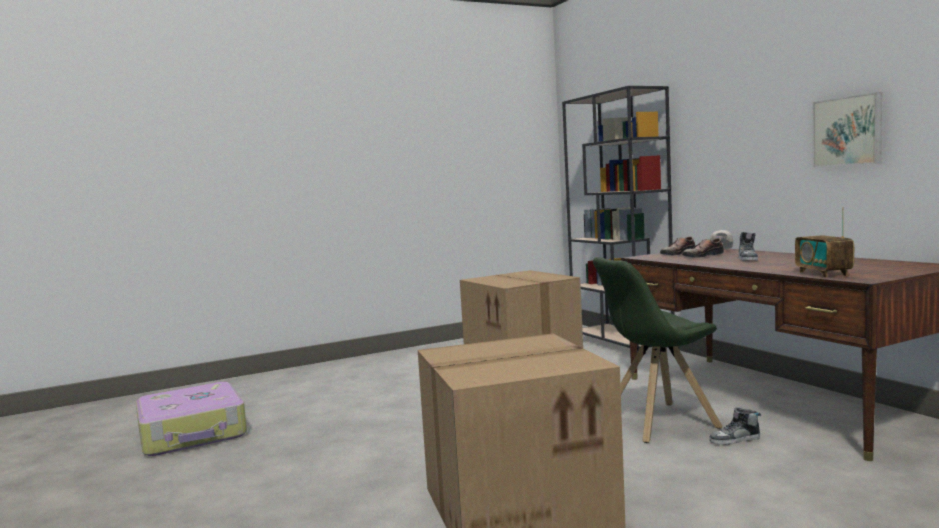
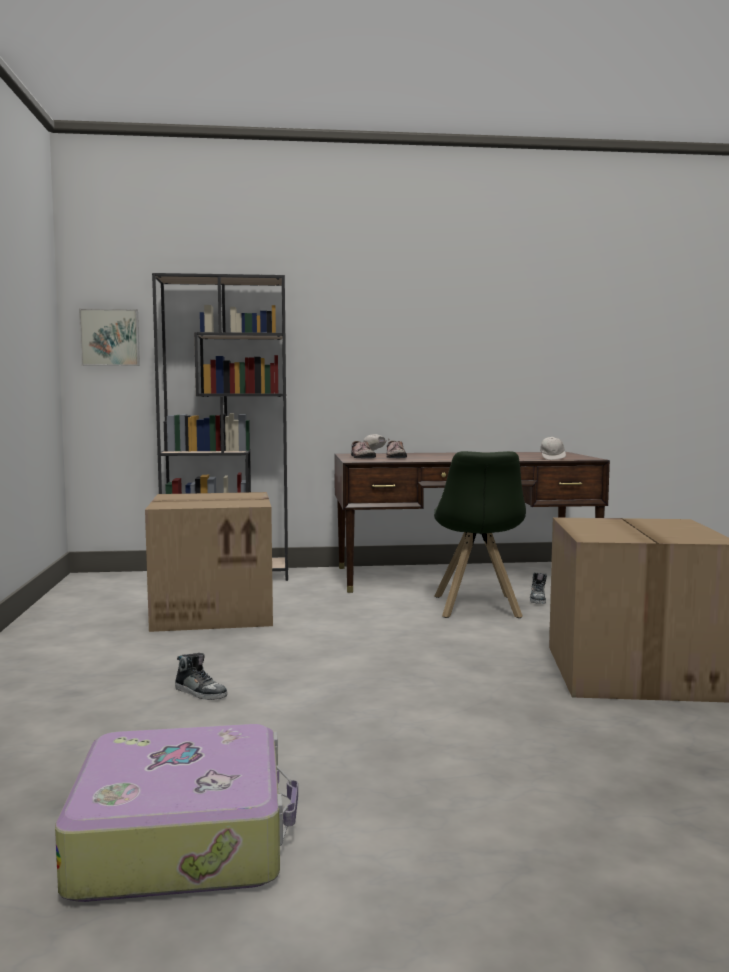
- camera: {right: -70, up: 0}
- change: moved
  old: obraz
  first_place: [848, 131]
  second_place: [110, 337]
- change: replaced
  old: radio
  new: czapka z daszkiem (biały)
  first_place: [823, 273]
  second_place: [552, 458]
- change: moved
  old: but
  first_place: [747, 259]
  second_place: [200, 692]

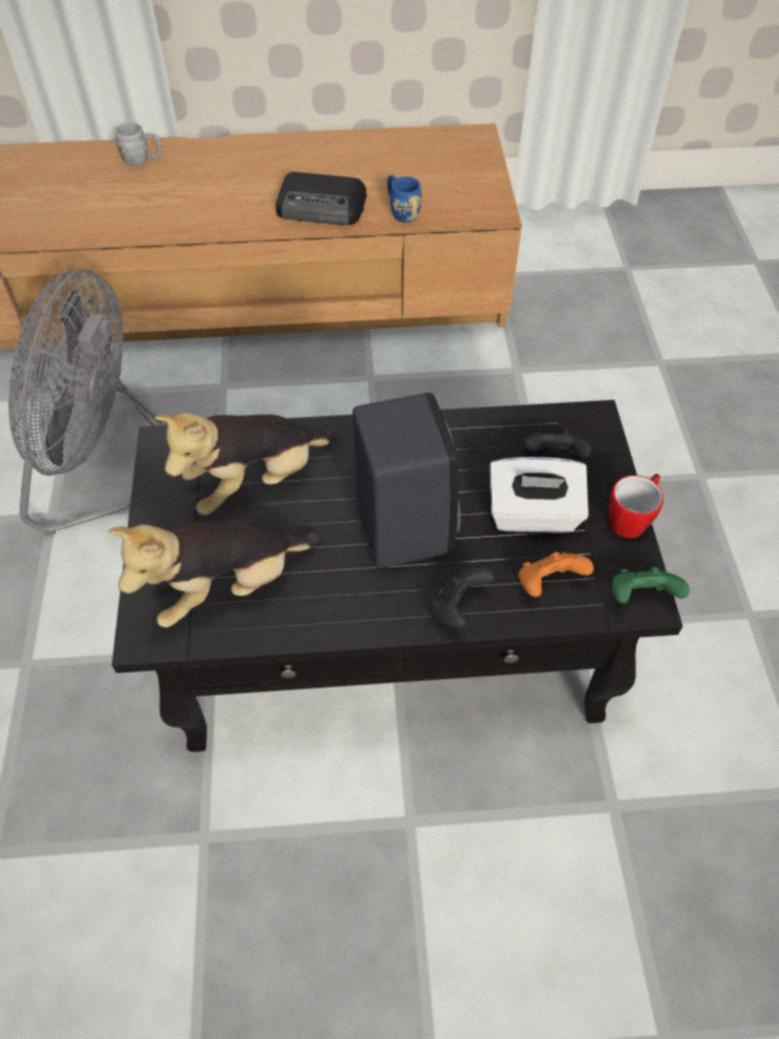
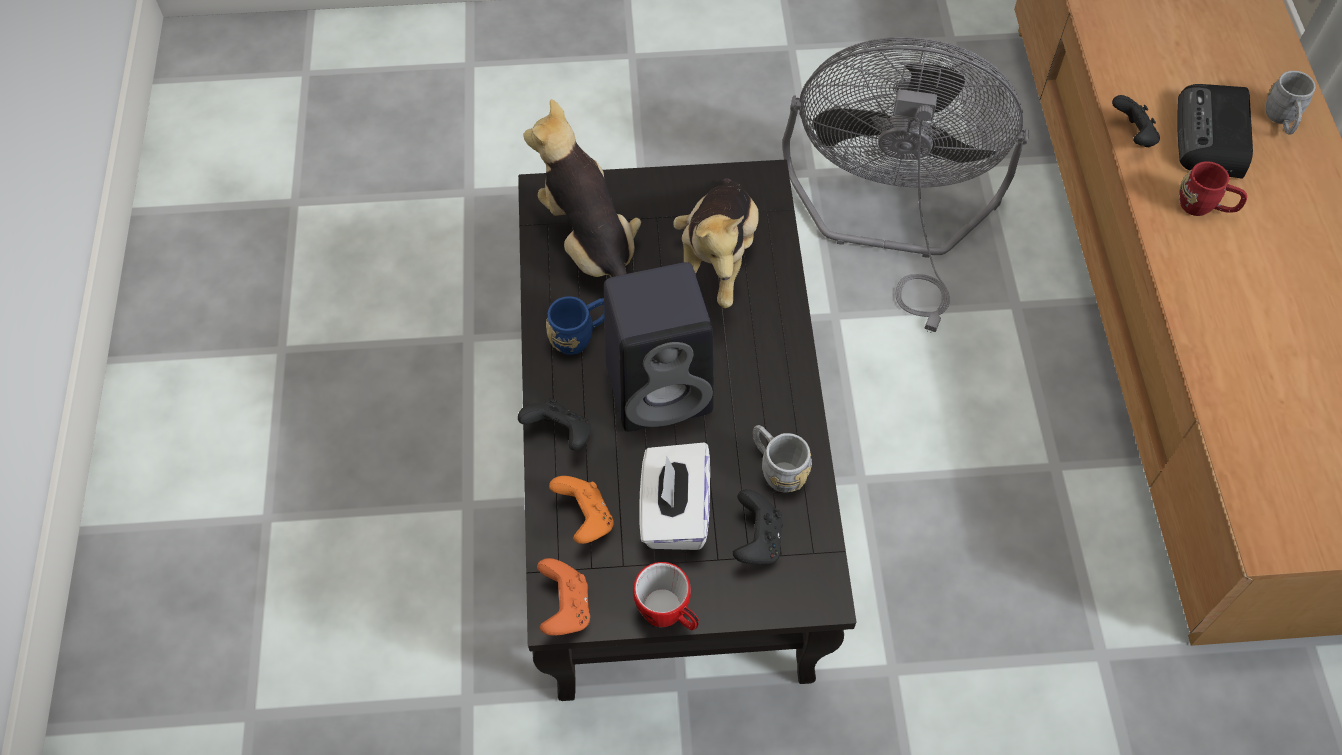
- camera: {right: 90, up: 5}
- change: moved
  old: radio
  first_place: [322, 207]
  second_place: [1212, 137]
- change: moved
  old: kubek (niebieski)
  first_place: [401, 211]
  second_place: [580, 335]
- change: turned
  old: pluszak
  first_place: [255, 482]
  second_place: [716, 260]
  degrees: -135
- change: recoloured
  old: pad do gier (zielony)
  new: pad do gier (pomarańczowy)
  first_place: [640, 597]
  second_place: [565, 608]
- change: added
  new: pad do gier (czarny)
  second_place: [1132, 135]
- change: added
  new: kubek (czerwony)
  second_place: [1204, 207]
- change: added
  new: kubek (szary)
  second_place: [776, 468]

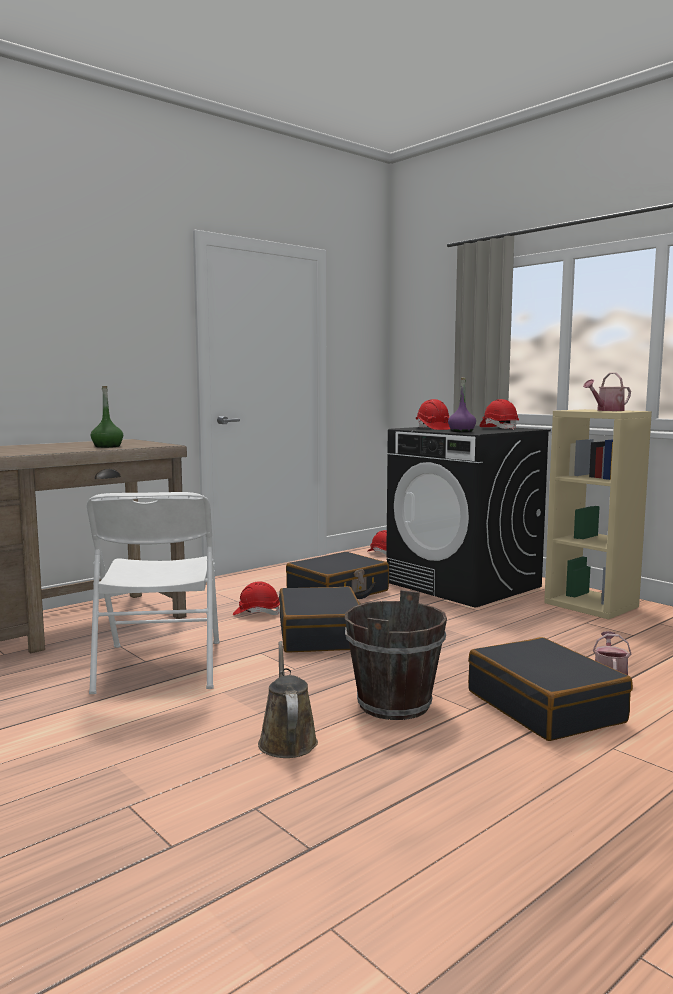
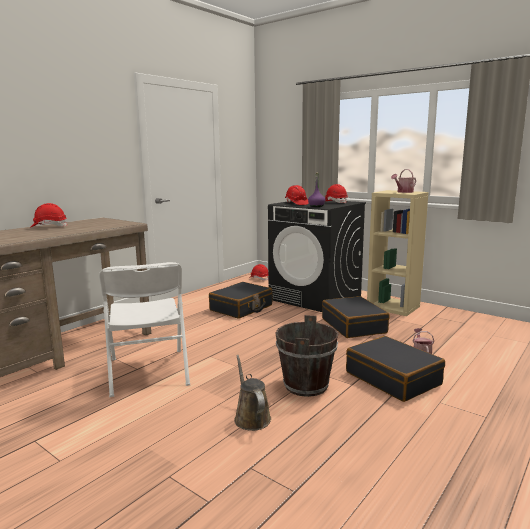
- camera: {right: -10, up: 5}
- change: removed
  old: butelka (zielony)
  first_place: [107, 446]
- change: moved
  old: kask (czerwony)
  first_place: [257, 613]
  second_place: [49, 227]
- change: moved
  old: walizka (czarny)
  first_place: [320, 635]
  second_place: [354, 326]

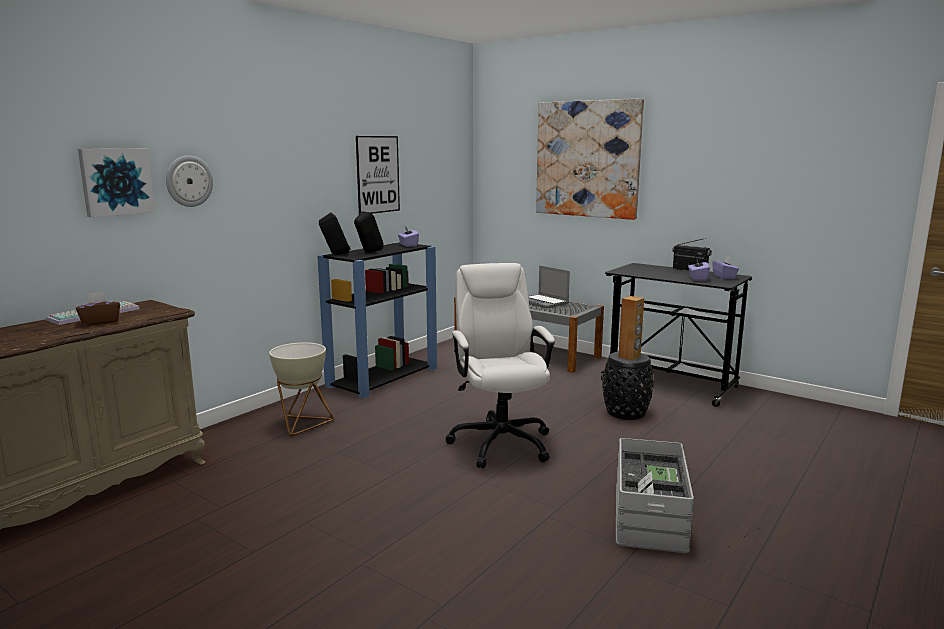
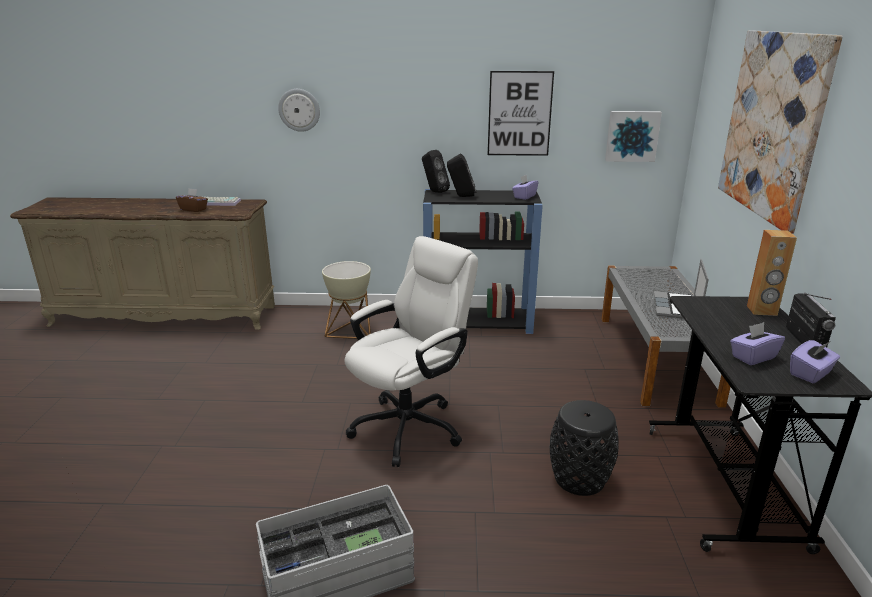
- camera: {right: 55, up: 10}
- change: moved
  old: obraz
  first_place: [116, 181]
  second_place: [632, 136]
- change: moved
  old: głośnik (brązowy)
  first_place: [629, 357]
  second_place: [762, 310]

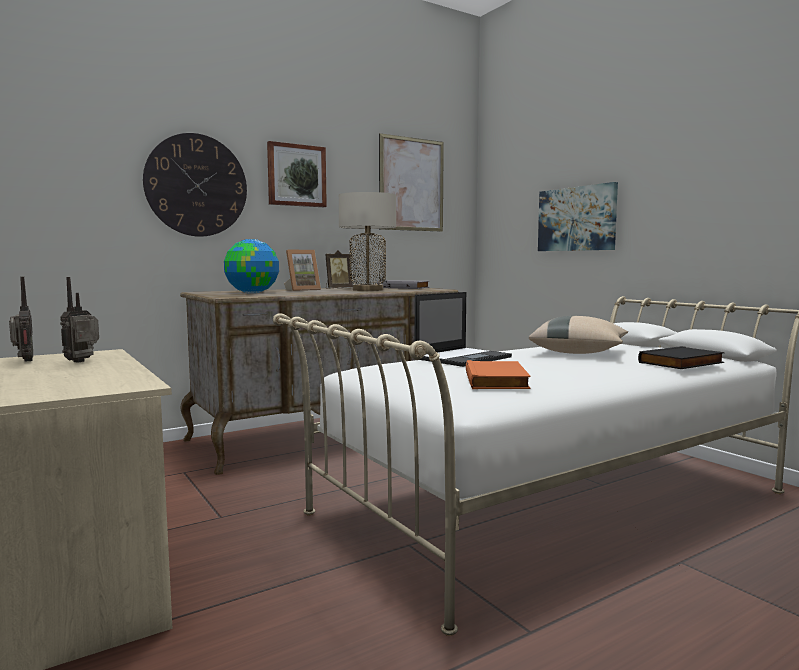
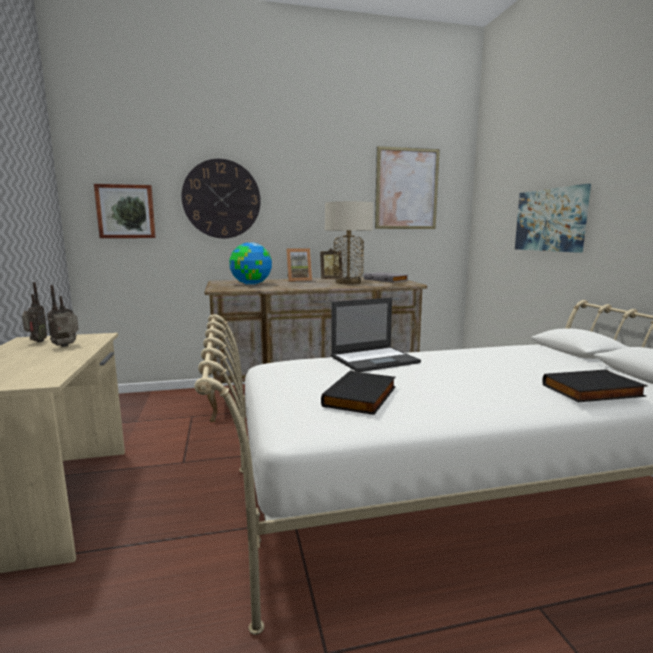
- camera: {right: 20, up: 5}
- change: moved
  old: obraz
  first_place: [296, 175]
  second_place: [126, 211]
- change: removed
  old: poduszka (beżowy)
  first_place: [579, 352]
- change: recoloured
  old: książka (pomarańczowy)
  new: książka (czarny)
  first_place: [498, 380]
  second_place: [362, 397]

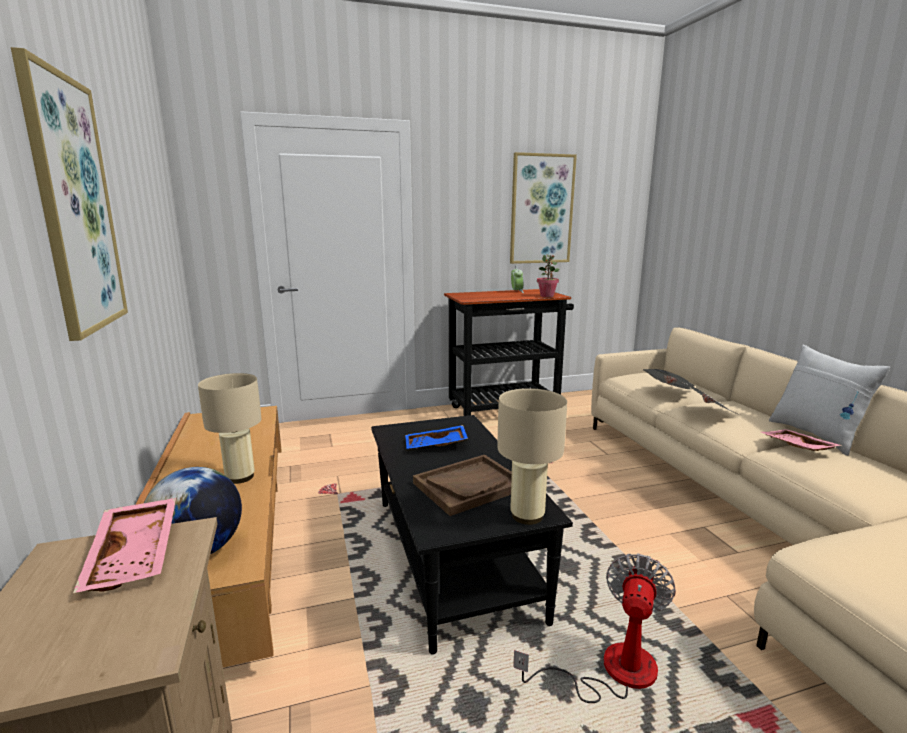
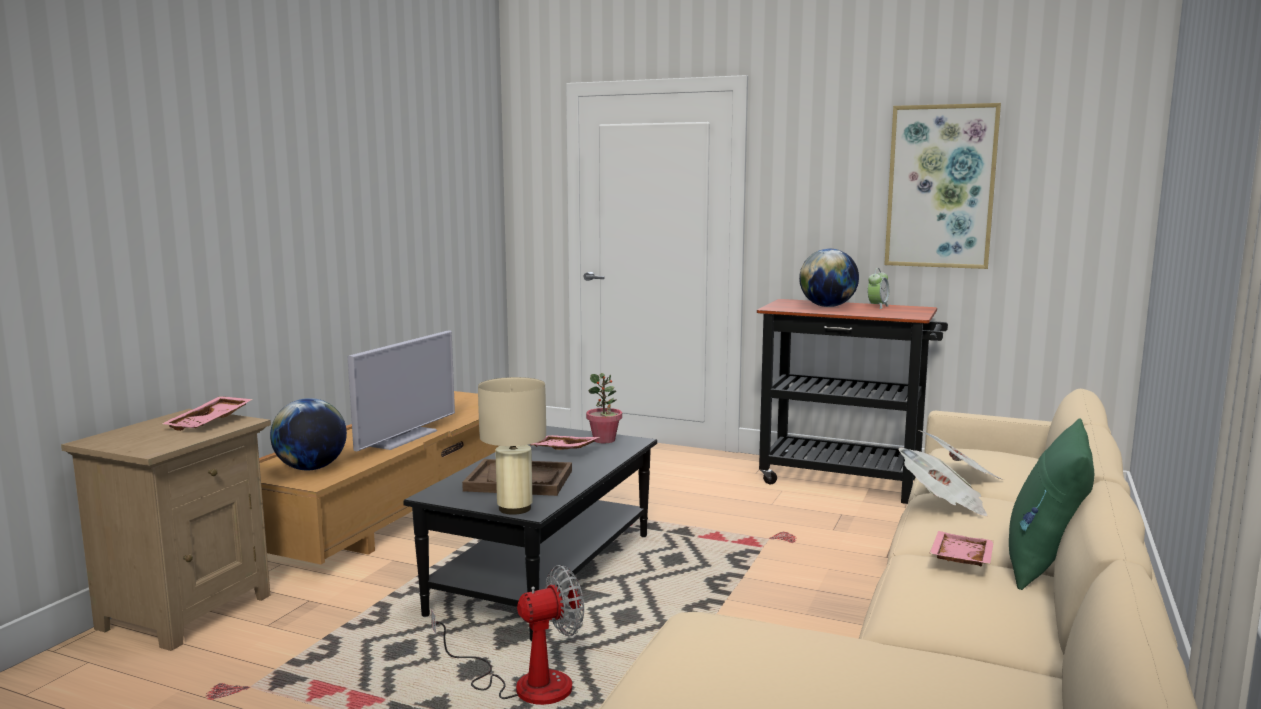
- camera: {right: 40, up: -5}
- change: removed
  old: obraz
  first_place: [74, 206]
- change: moved
  old: roślina doniczkowa
  first_place: [547, 296]
  second_place: [604, 440]
- change: recoloured
  old: poduszka (szary)
  new: poduszka (zielony)
  first_place: [815, 436]
  second_place: [1044, 565]
- change: replaced
  old: lampa stołowa (beżowy)
  new: telewizor
  first_place: [239, 477]
  second_place: [404, 438]
- change: recoloured
  old: taca (niebieski)
  new: taca (różowy)
  first_place: [436, 445]
  second_place: [561, 450]
- change: added
  new: globus
  second_place: [827, 306]

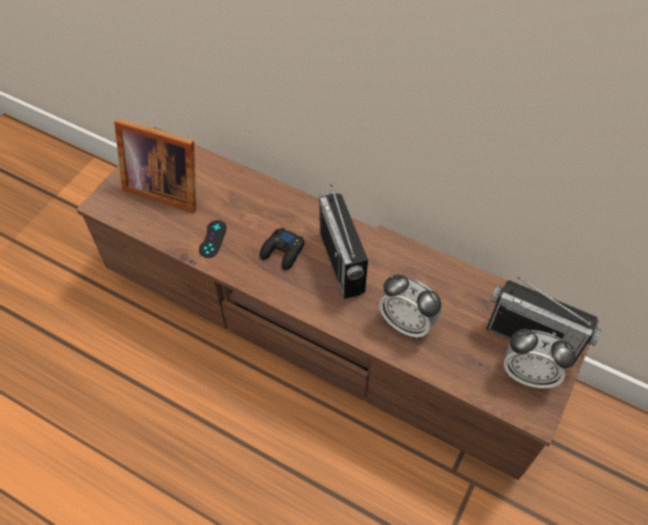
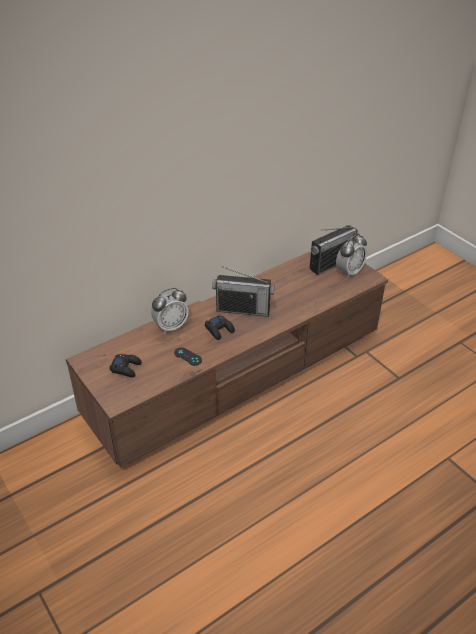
- camera: {right: -65, up: -15}
- change: replaced
  old: ramka na zdjęcie
  new: pad do gier (czarny)
  first_place: [164, 187]
  second_place: [126, 368]
- change: moved
  old: budzik
  first_place: [407, 323]
  second_place: [171, 326]

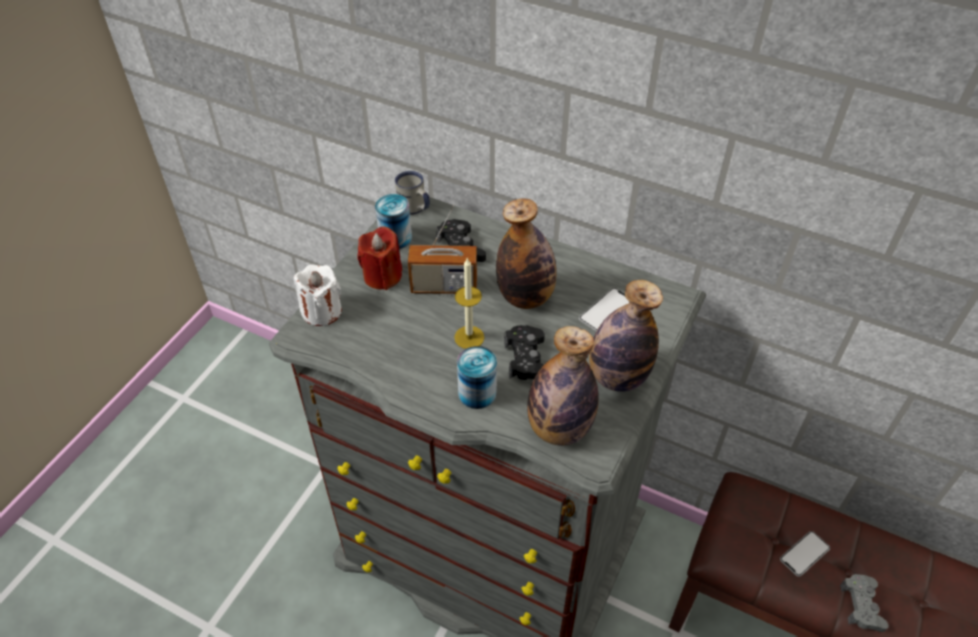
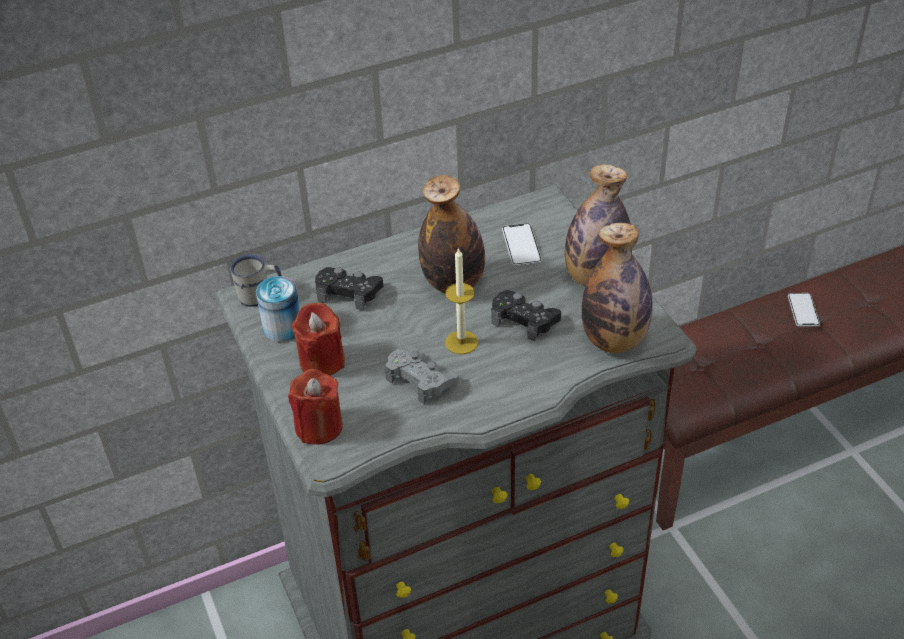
- camera: {right: -50, up: -5}
- change: removed
  old: radio
  first_place: [444, 286]
- change: recoloured
  old: świeca (biały)
  new: świeca (czerwony)
  first_place: [322, 311]
  second_place: [319, 427]
- change: removed
  old: puszka
  first_place: [477, 393]
- change: moved
  old: telefon
  first_place: [804, 554]
  second_place: [803, 310]
- change: moved
  old: pad do gier (szary)
  first_place: [862, 606]
  second_place: [421, 379]

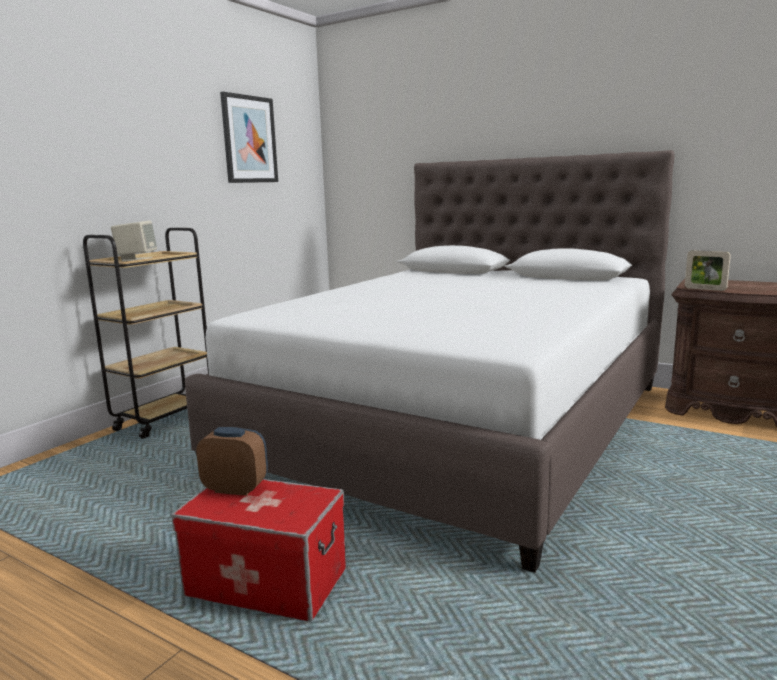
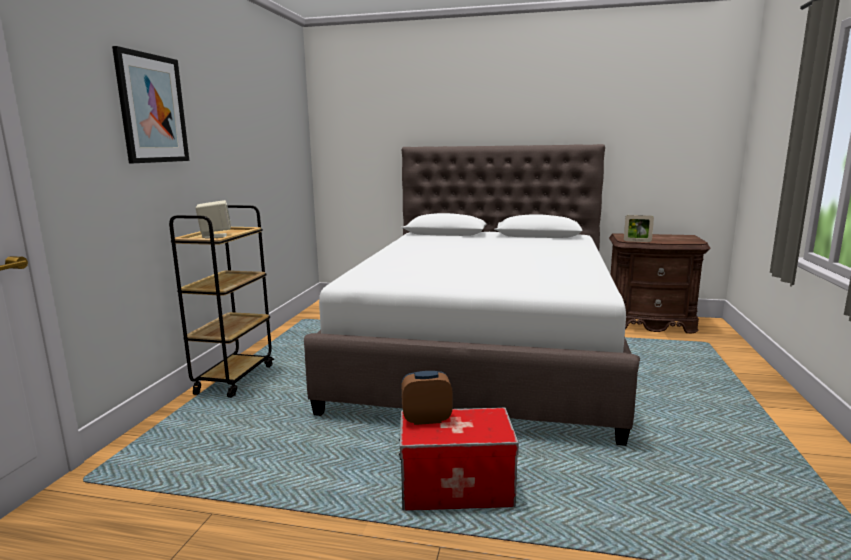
- camera: {right: -20, up: 0}
- change: moved
  old: obraz
  first_place: [249, 139]
  second_place: [152, 109]

